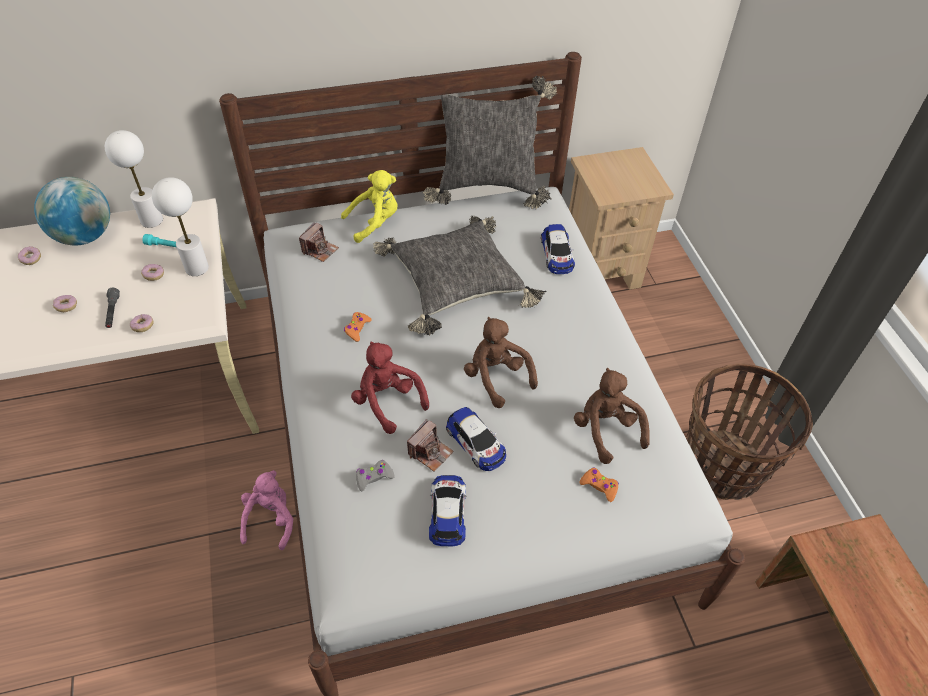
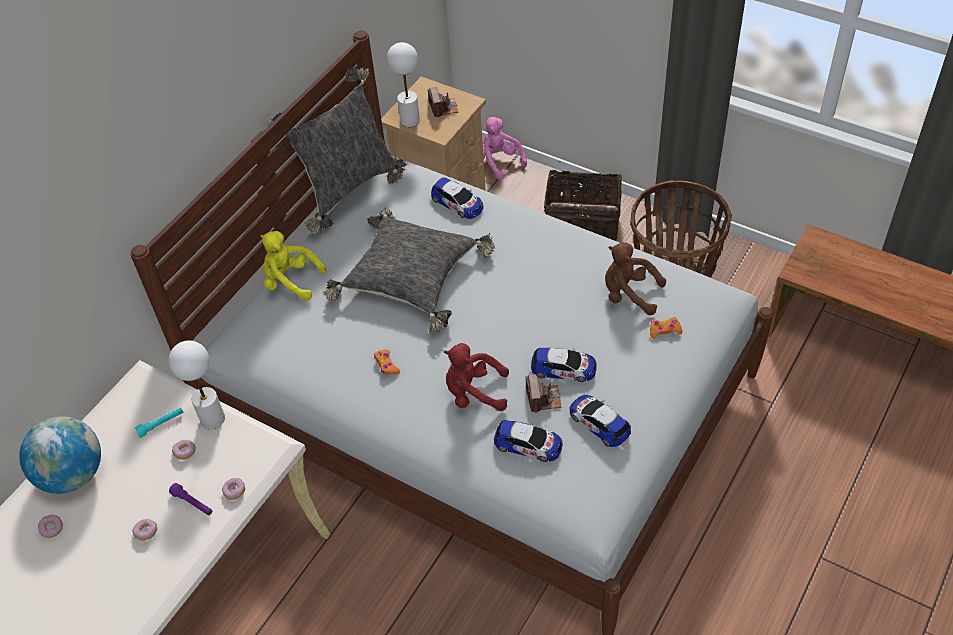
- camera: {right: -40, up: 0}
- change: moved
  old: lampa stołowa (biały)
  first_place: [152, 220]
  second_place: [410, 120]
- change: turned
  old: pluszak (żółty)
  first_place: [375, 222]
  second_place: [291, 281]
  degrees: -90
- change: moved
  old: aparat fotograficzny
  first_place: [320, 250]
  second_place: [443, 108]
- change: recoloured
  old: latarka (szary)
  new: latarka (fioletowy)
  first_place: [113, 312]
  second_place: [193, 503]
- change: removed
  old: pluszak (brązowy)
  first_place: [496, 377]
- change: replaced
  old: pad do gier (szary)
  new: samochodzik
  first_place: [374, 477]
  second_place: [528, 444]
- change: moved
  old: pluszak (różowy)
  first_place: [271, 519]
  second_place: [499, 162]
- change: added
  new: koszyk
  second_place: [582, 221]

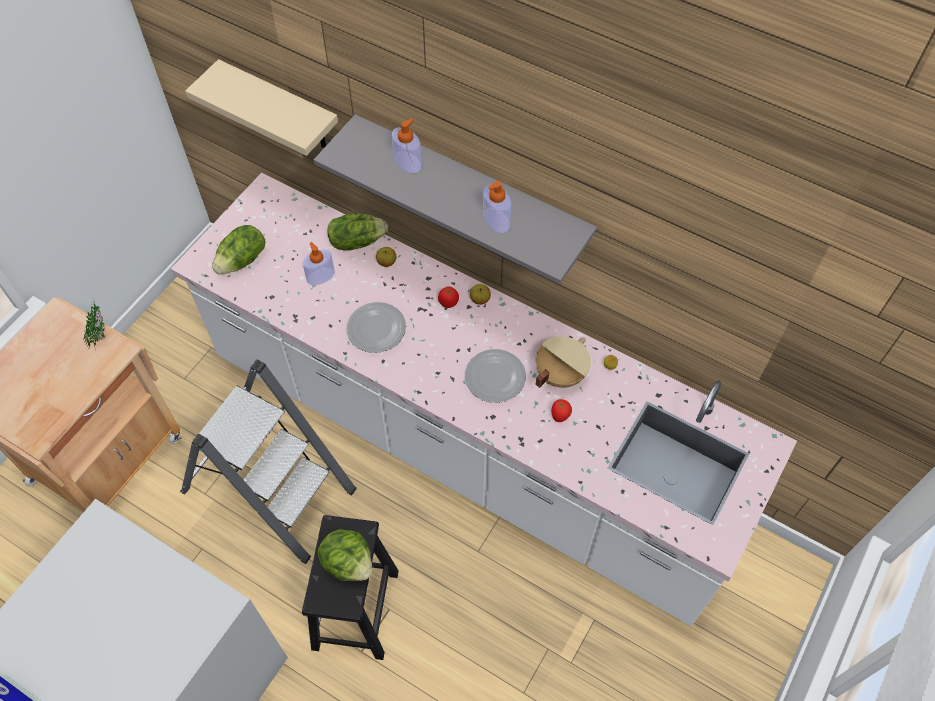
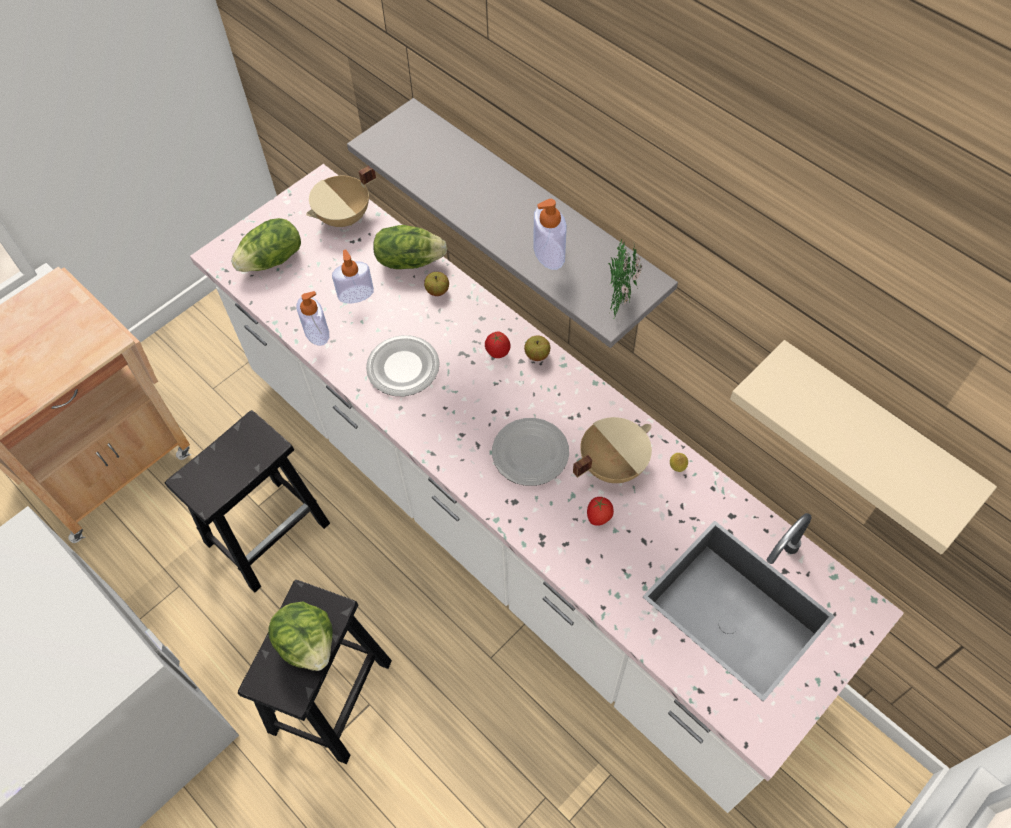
- camera: {right: 15, up: 0}
- change: moved
  old: półka (beżowy)
  first_place: [281, 107]
  second_place: [871, 433]
- change: moved
  old: dozownik mydła
  first_place: [407, 162]
  second_place: [316, 332]
- change: moved
  old: roślina doniczkowa
  first_place: [101, 333]
  second_place: [619, 294]
- change: replaced
  old: drabinka (szary)
  new: stołek (czarny)
  first_place: [266, 488]
  second_place: [268, 531]
- change: added
  new: garnek (beżowy)
  second_place: [344, 218]

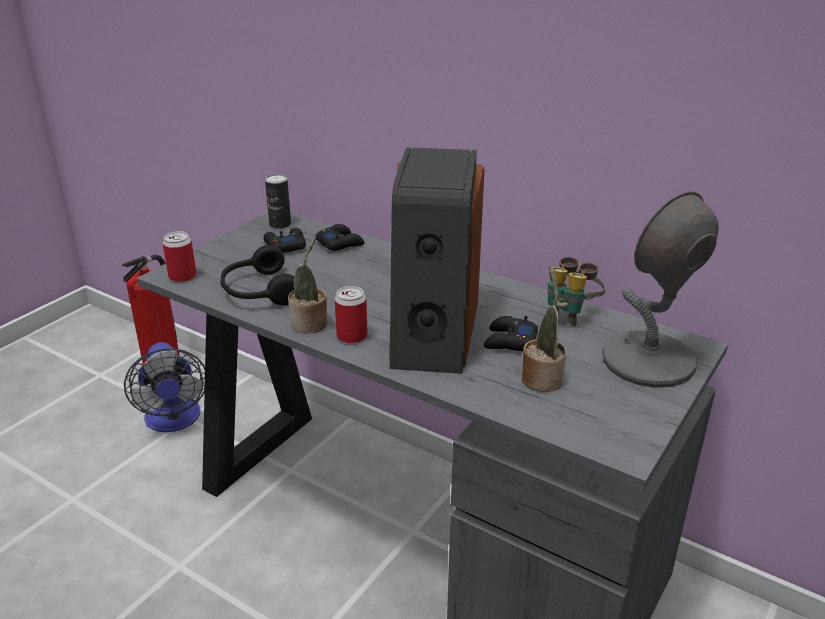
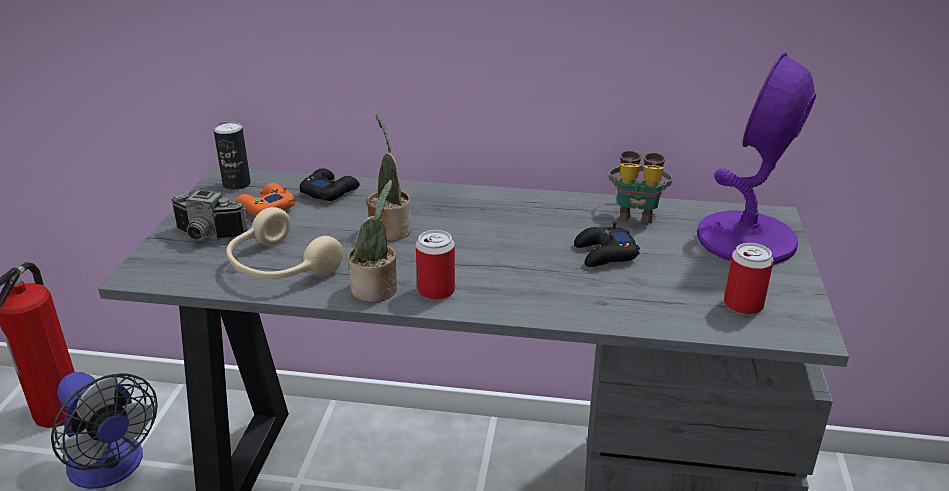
- camera: {right: -25, up: 0}
- change: removed
  old: głośnik
  first_place: [433, 332]
- change: recoloured
  old: lampa stołowa (szary)
  new: lampa stołowa (fioletowy)
  first_place: [647, 361]
  second_place: [746, 240]
- change: recoloured
  old: pad do gier (czarny)
  new: pad do gier (pomarańczowy)
  first_place: [285, 246]
  second_place: [265, 208]
- change: moved
  old: puszka
  first_place: [182, 276]
  second_place: [743, 305]
- change: recoloured
  old: słuchawki (czarny)
  new: słuchawki (beżowy)
  first_place: [258, 291]
  second_place: [278, 267]
- change: moved
  old: roślina doniczkowa
  first_place: [542, 378]
  second_place: [389, 229]
- change: added
  new: aparat fotograficzny
  second_place: [207, 237]

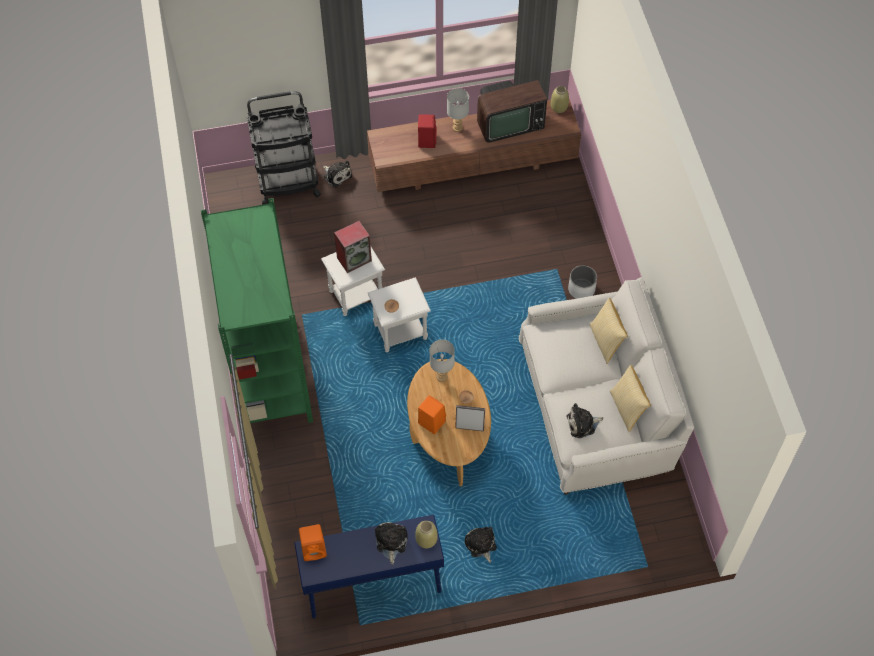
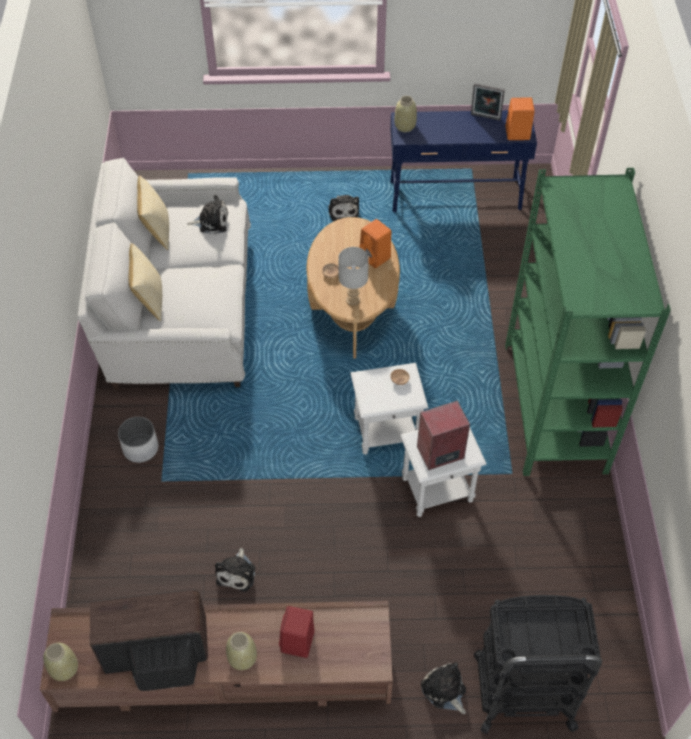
- camera: {right: -170, up: -5}
- change: replaced
  old: lampa stołowa (szary)
  new: wazon (beżowy)
  first_place: [457, 128]
  second_place: [243, 658]
- change: moved
  old: ramka na zdjęcie
  first_place: [469, 427]
  second_place: [485, 118]
- change: moved
  old: pluszak
  first_place: [391, 542]
  second_place: [237, 573]

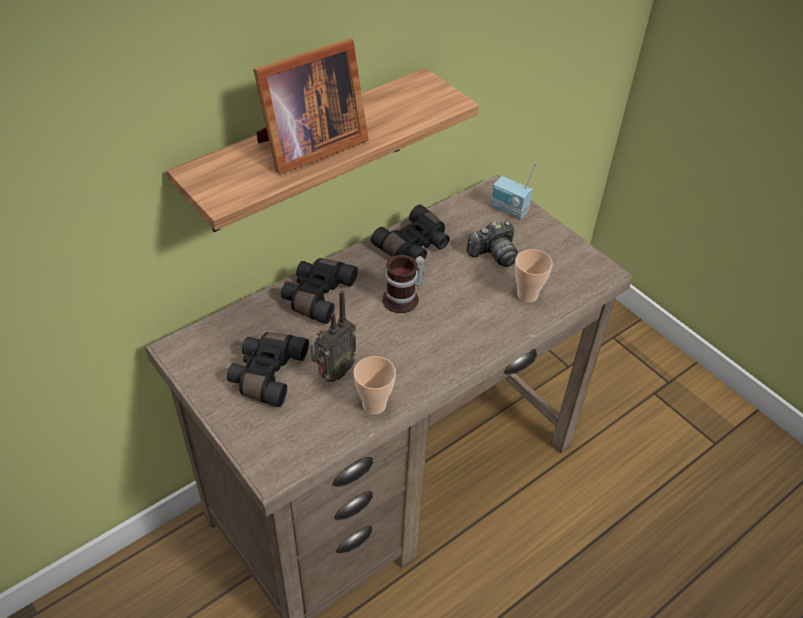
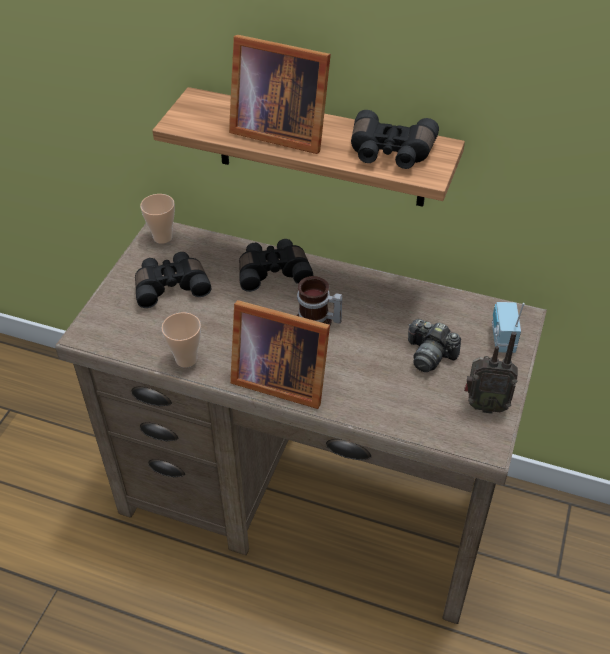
- camera: {right: 60, up: 0}
- change: moved
  old: lornetka (czarny)
  first_place: [414, 246]
  second_place: [390, 153]
- change: moved
  old: filiżanka
  first_place: [527, 295]
  second_place: [162, 237]
- change: moved
  old: radio
  first_place: [333, 373]
  second_place: [484, 405]
- change: added
  new: ramka na zdjęcie
  second_place: [278, 378]

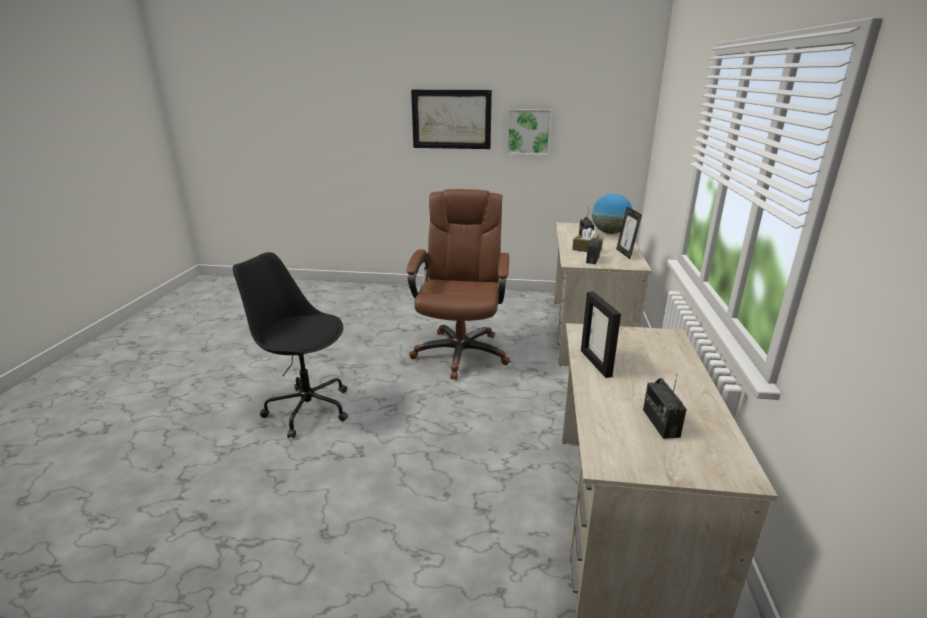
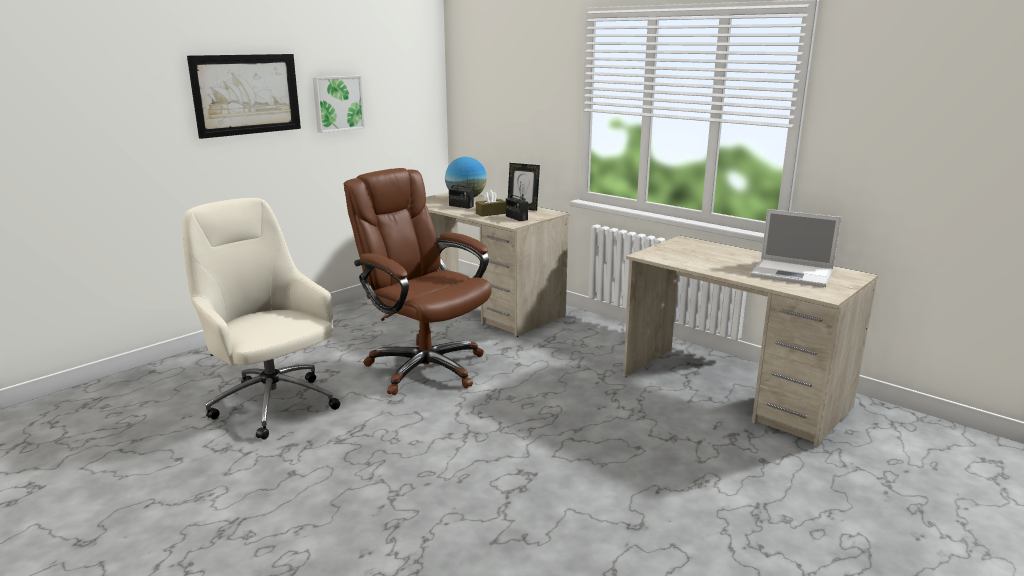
- camera: {right: -55, up: -5}
- change: removed
  old: krzesło biurowe (czarny)
  first_place: [306, 409]
- change: removed
  old: ramka na zdjęcie
  first_place: [596, 363]
- change: replaced
  old: radio
  new: laptop
  first_place: [660, 423]
  second_place: [793, 273]
- change: added
  new: krzesło biurowe (beżowy)
  second_place: [273, 404]

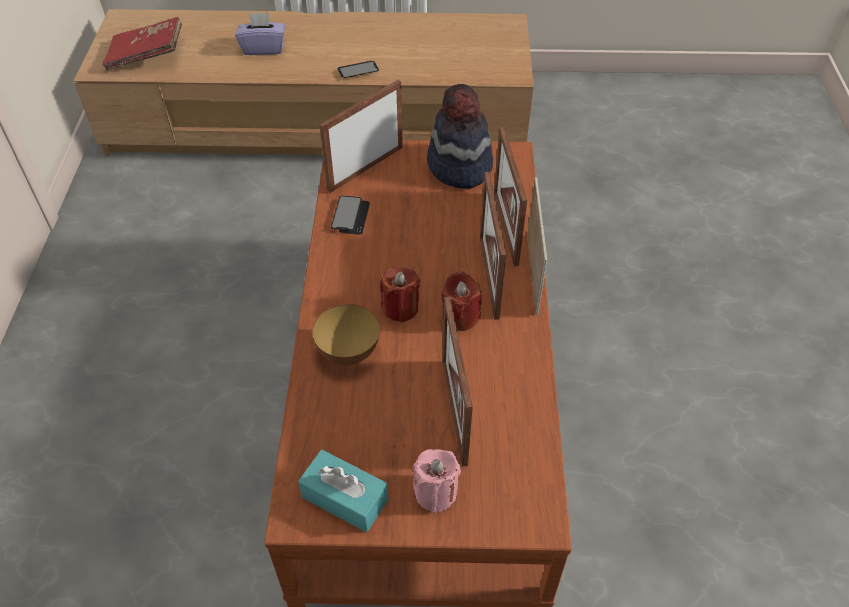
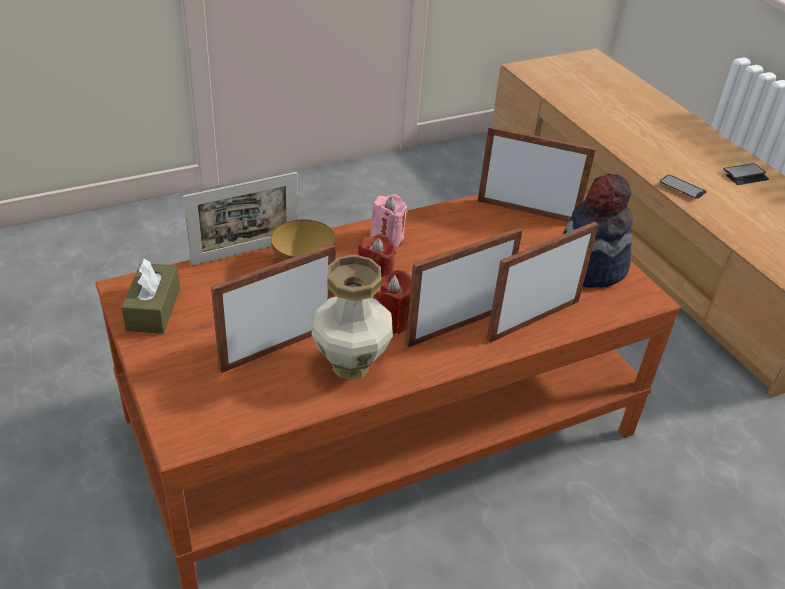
- camera: {right: 60, up: -10}
- change: removed
  old: pudełko chusteczek (fioletowy)
  first_place: [263, 48]
- change: removed
  old: książka (czerwony)
  first_place: [147, 56]
- change: moved
  old: ramka na zdjęcie
  first_place: [532, 273]
  second_place: [245, 252]
- change: moved
  old: telefon
  first_place: [350, 216]
  second_place: [745, 175]
- change: moved
  old: świeca (różowy)
  first_place: [435, 492]
  second_place: [387, 238]
- change: recoloured
  old: pudełko chusteczek (turkusowy)
  new: pudełko chusteczek (brązowy)
  first_place: [345, 498]
  second_place: [153, 309]
- change: added
  new: wazon
  second_place: [350, 366]

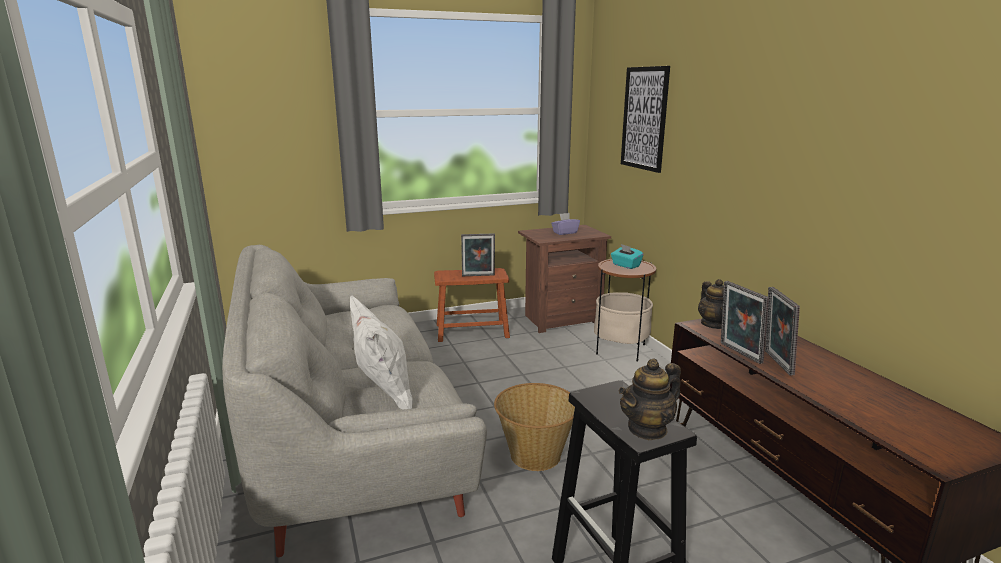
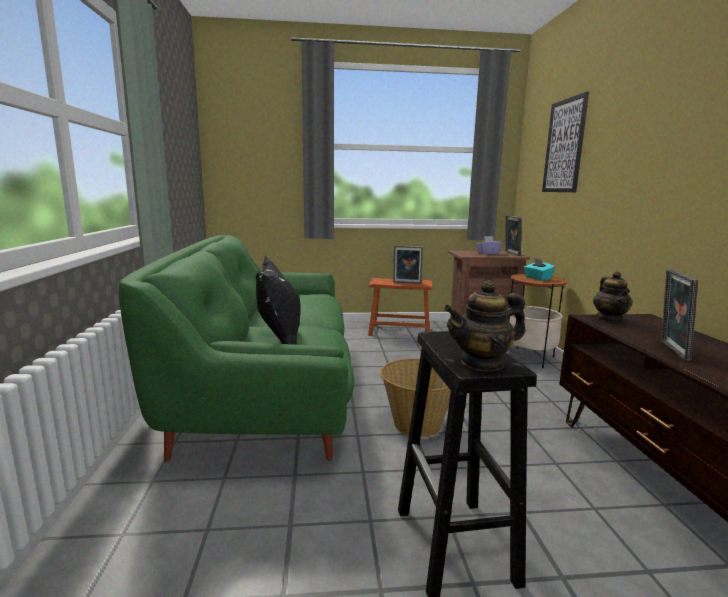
- camera: {right: 15, up: -5}
- change: recoloured
  old: kanapa (szary)
  new: kanapa (zielony)
  first_place: [353, 435]
  second_place: [269, 387]
- change: moved
  old: ramka na zdjęcie
  first_place: [738, 353]
  second_place: [511, 253]
- change: recoloured
  old: poduszka (biały)
  new: poduszka (czarny)
  first_place: [383, 396]
  second_place: [279, 343]

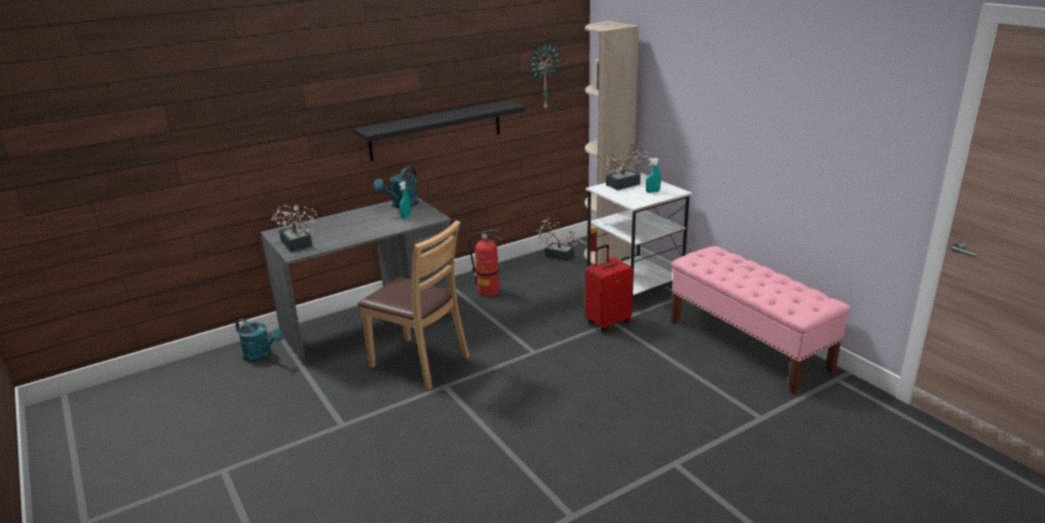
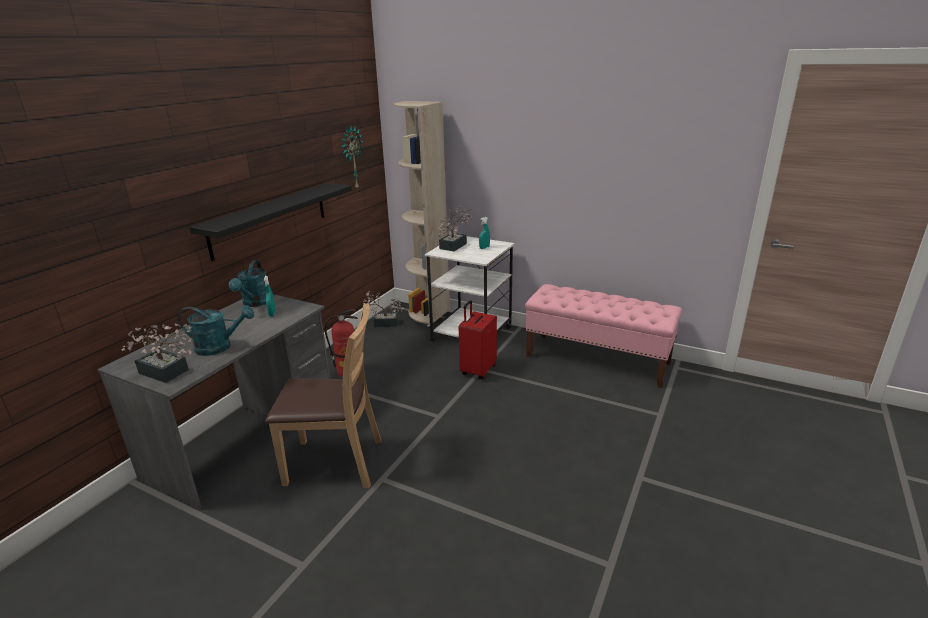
- camera: {right: -30, up: 0}
- change: moved
  old: konewka (turkusowy)
  first_place: [262, 356]
  second_place: [220, 347]

